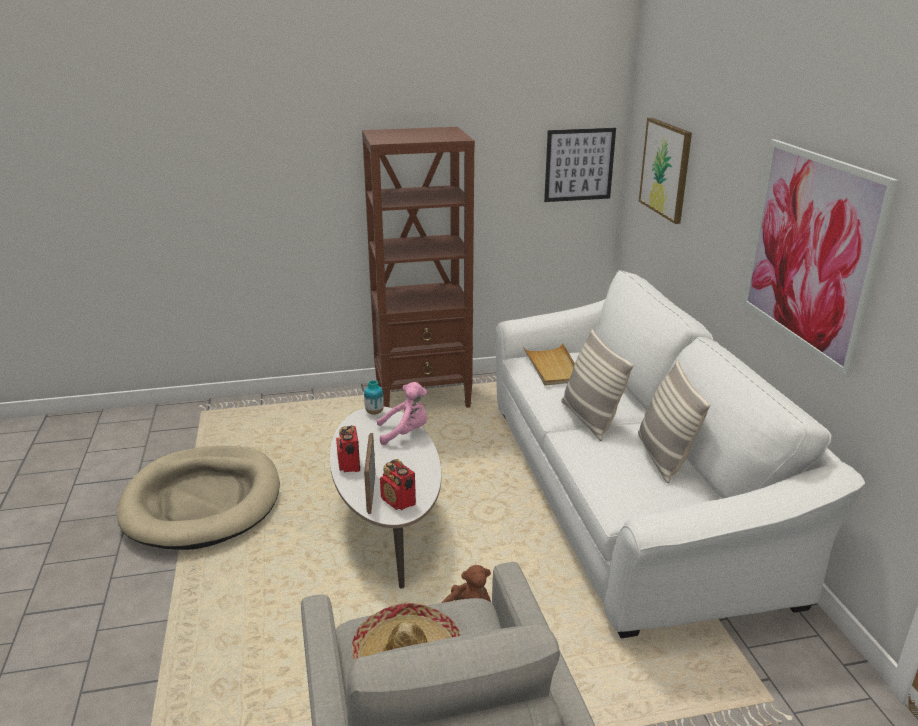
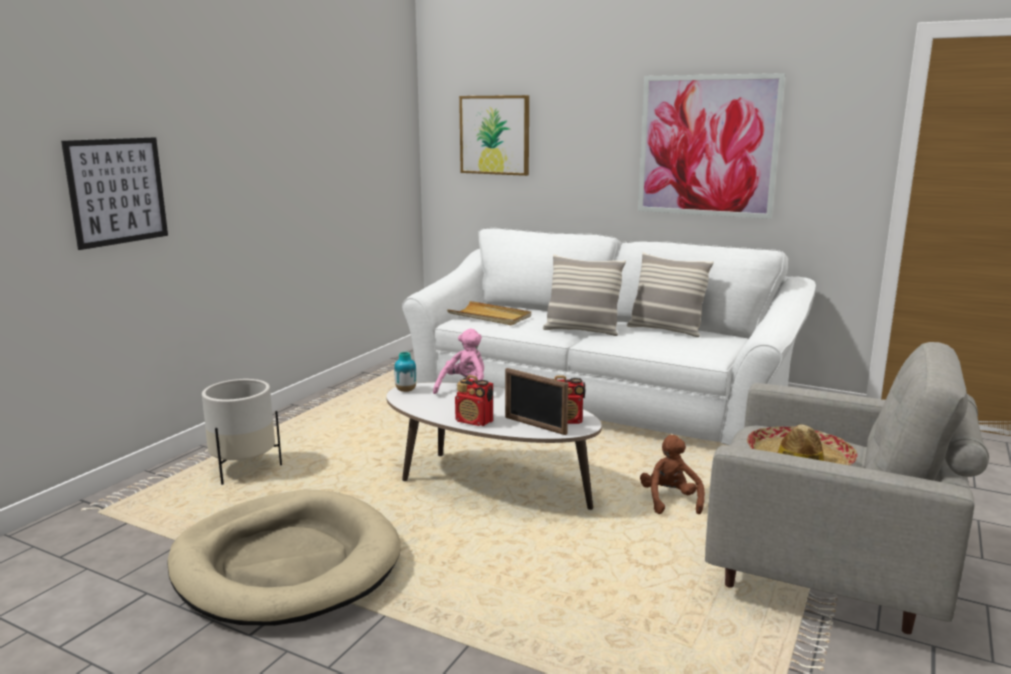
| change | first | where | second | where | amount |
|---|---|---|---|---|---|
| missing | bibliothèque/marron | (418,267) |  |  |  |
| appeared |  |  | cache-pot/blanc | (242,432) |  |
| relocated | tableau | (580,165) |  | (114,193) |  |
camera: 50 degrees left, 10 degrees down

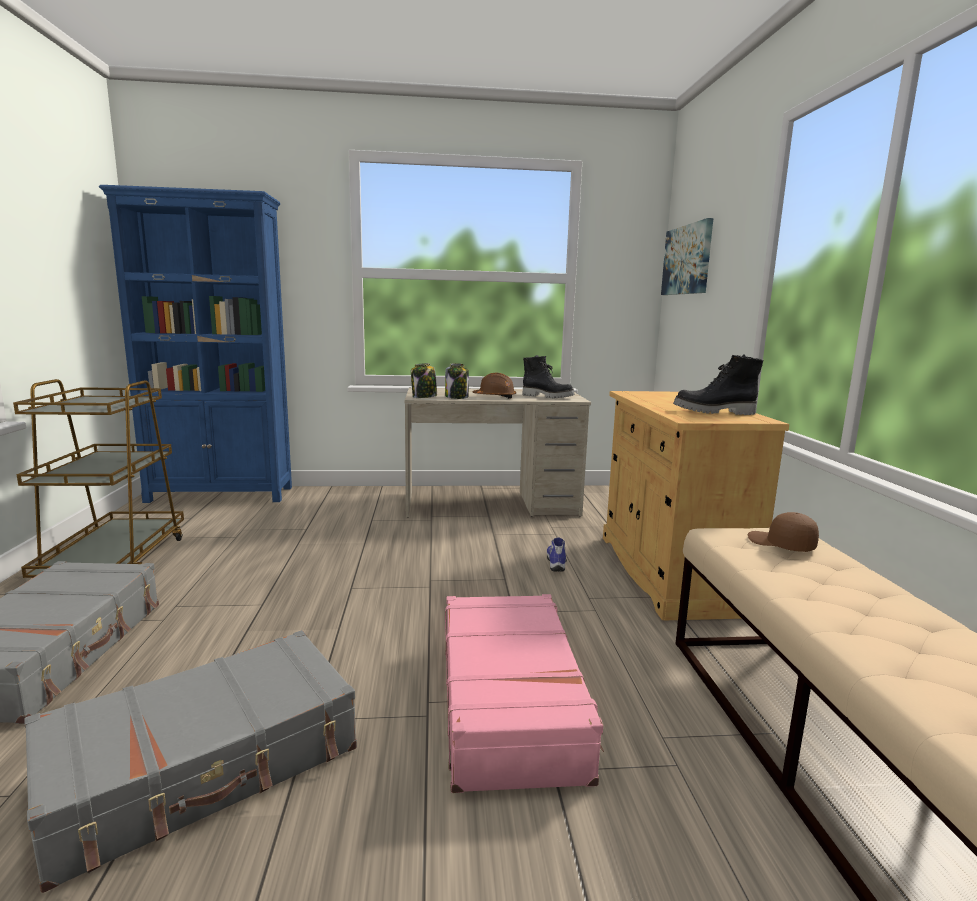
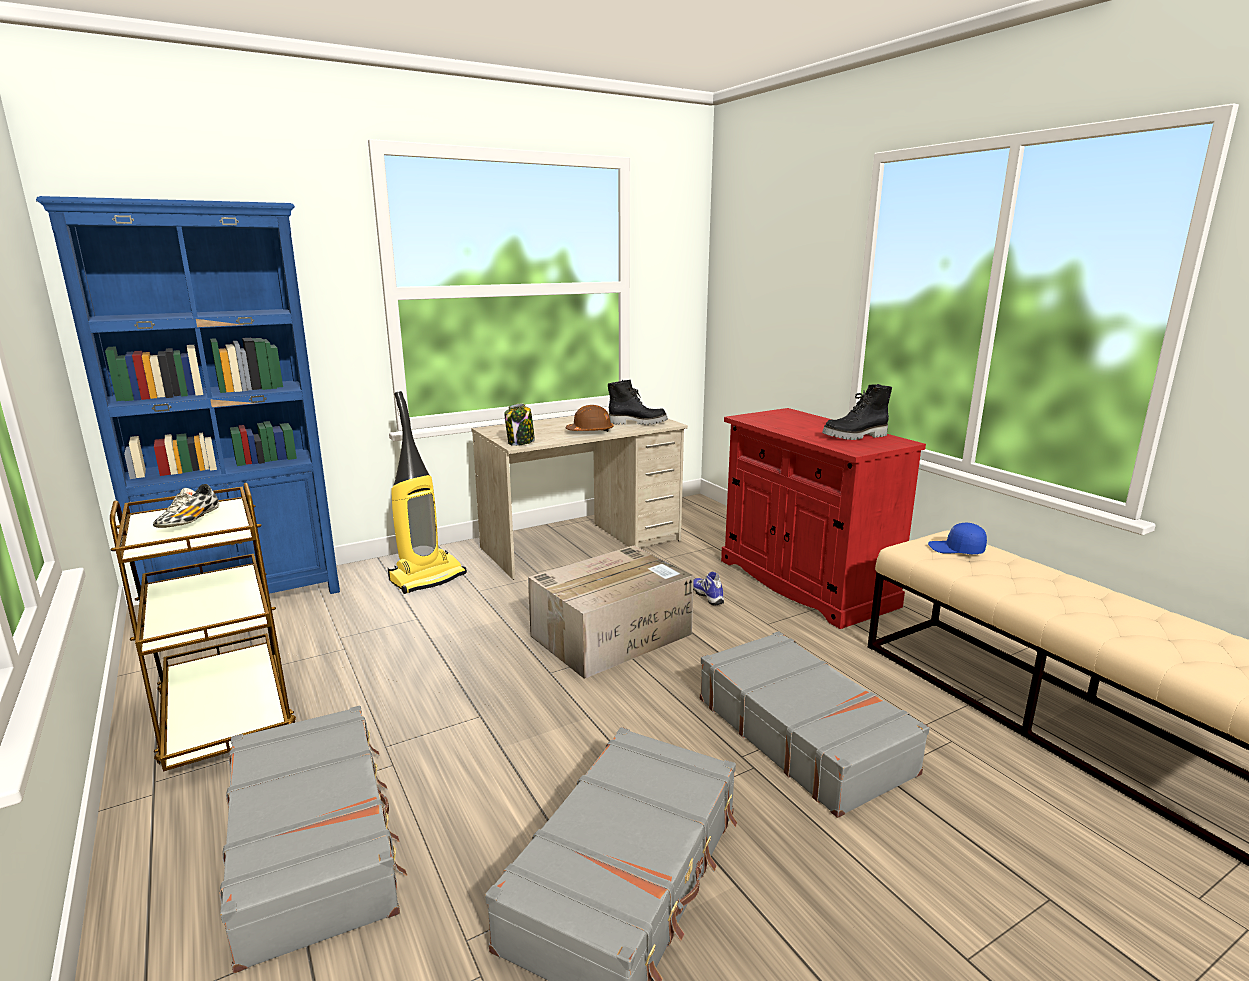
| change | first | where | second | where | amount |
|---|---|---|---|---|---|
| missing | bocal | (457,381) |  |  |  |
| missing | tableau | (687,256) |  |  |  |
| appeared |  |  | chaussure | (186,506) |  |
| appeared |  |  | aspirateur | (427,492) |  |
| appeared |  |  | carton | (611,612) |  |
| colour | valise/rose | (524,693) | valise/gris | (815,724) |  |
| colour | meuble de rangement/beige | (696,505) | meuble de rangement/rouge | (823,518) |  |
| colour | casquette/marron | (783,532) | casquette/bleu | (957,538) |  |
camera: 25 degrees left, 5 degrees up

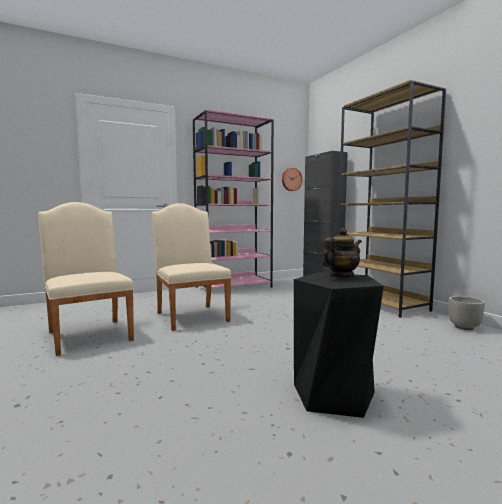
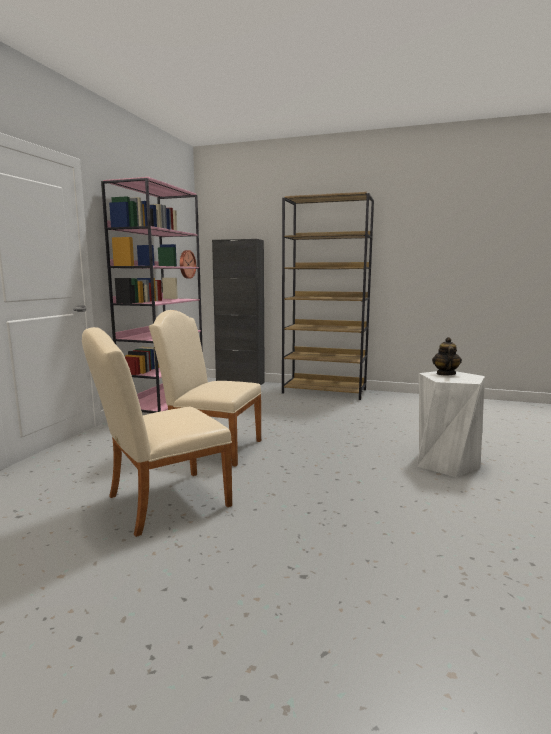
| change | first | where | second | where | amount |
|---|---|---|---|---|---|
| missing | cache-pot/gris | (466,313) |  |  |  |
| colour | tabouret/noir | (339,345) | tabouret/blanc | (451,424) |  |
| spun | chaise/beige | (86,279) |  | (157,432) | 45 degrees counterclockwise |
camera: 45 degrees left, 5 degrees up

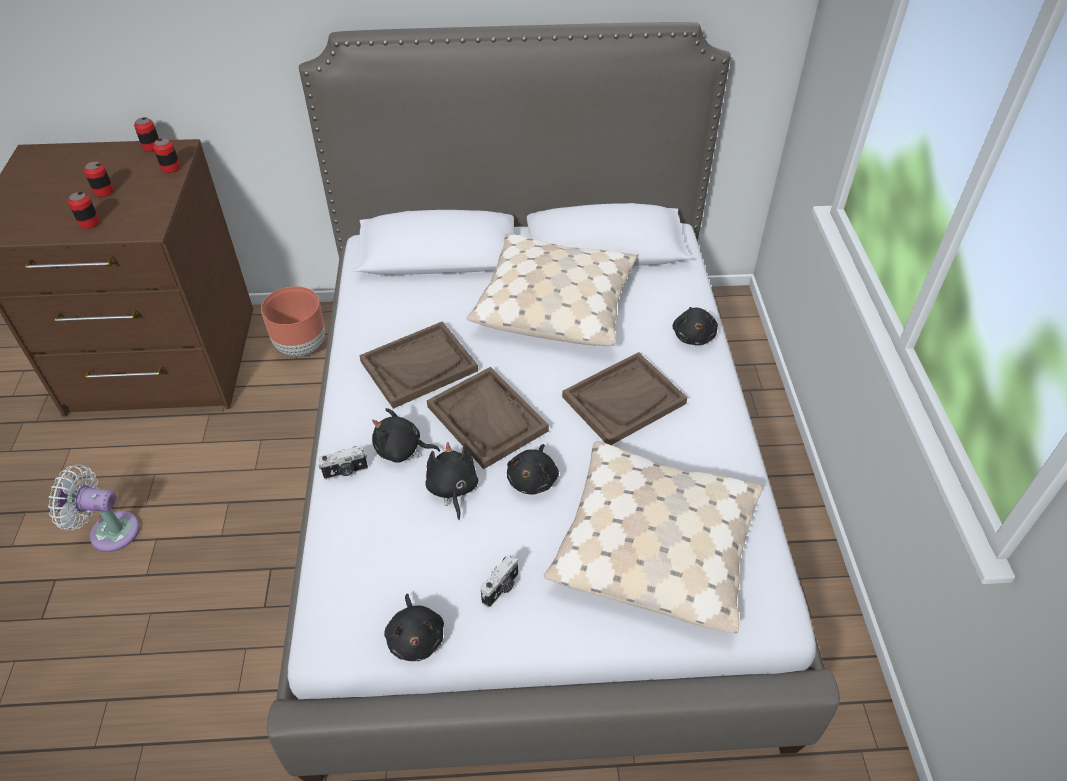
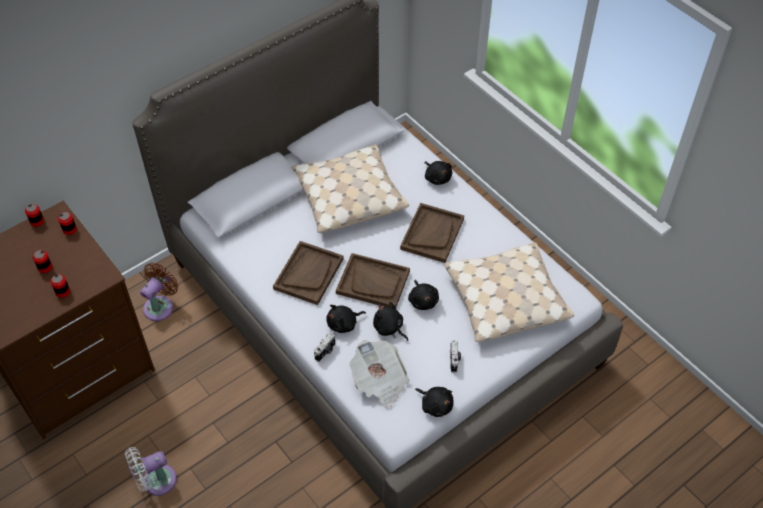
| change | first | where | second | where | amount |
|---|---|---|---|---|---|
| appeared |  |  | journal | (379,373) |  |
| exchanged | cache-pot/marron | (293,321) | ventilateur/marron | (159,292) |  |
camera: 35 degrees left, 5 degrees up

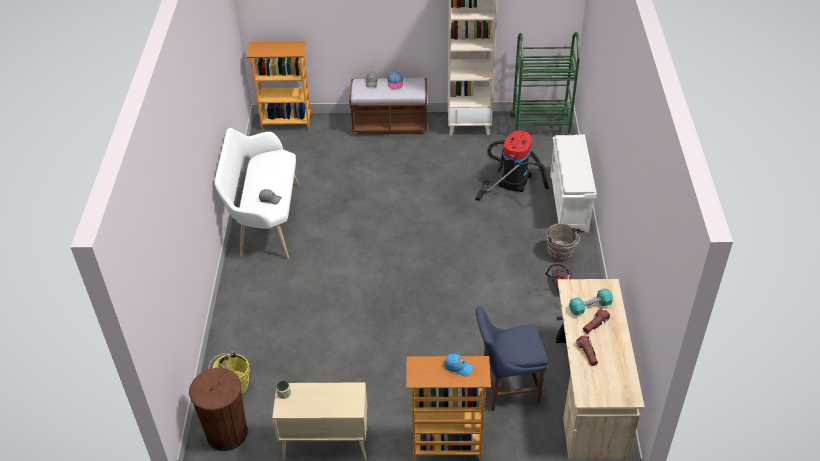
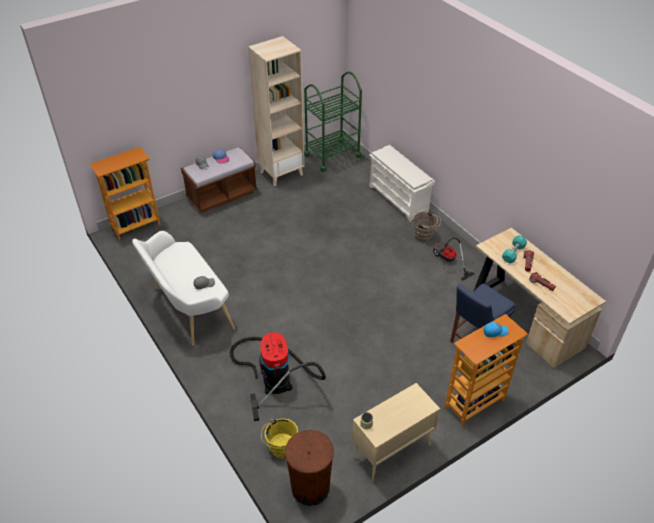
| change | first | where | second | where | amount |
|---|---|---|---|---|---|
| relocated | aspirateur | (512,165) |  | (278,376) |  |
camera: 35 degrees left, 0 degrees up

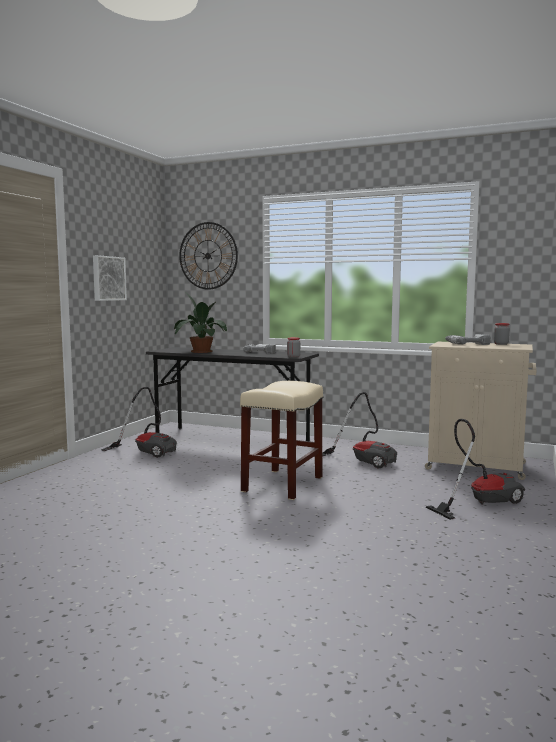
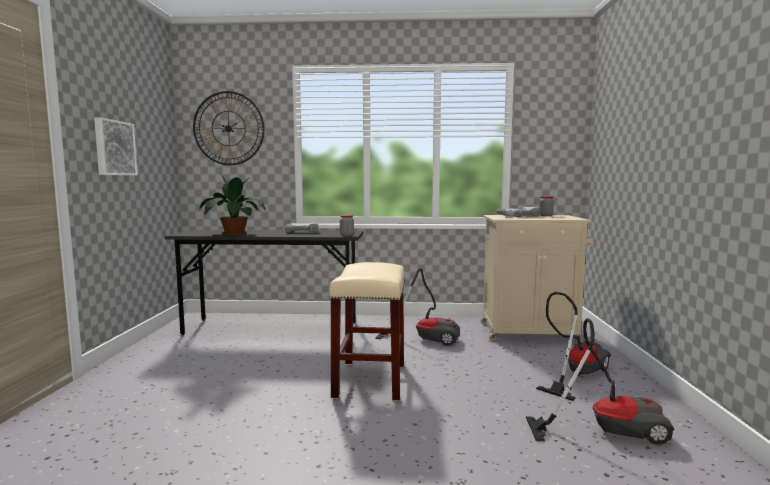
| change | first | where | second | where | amount |
|---|---|---|---|---|---|
| relocated | aspirateur | (139,422) |  | (600,381) |  |
camera: 20 degrees left, 0 degrees up

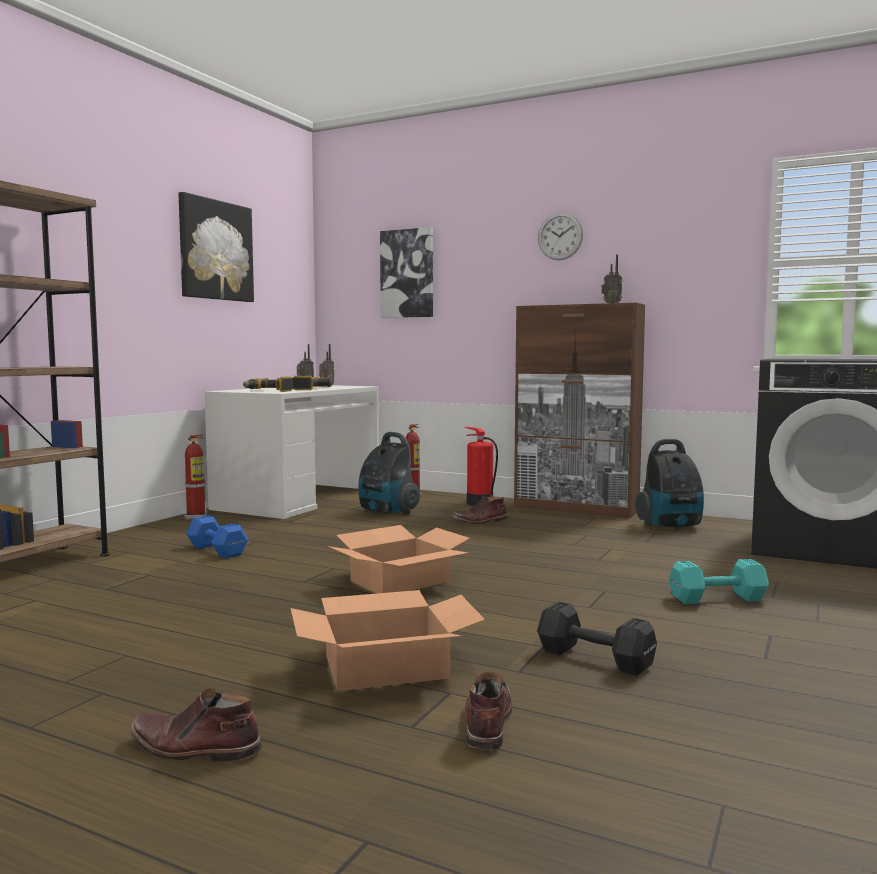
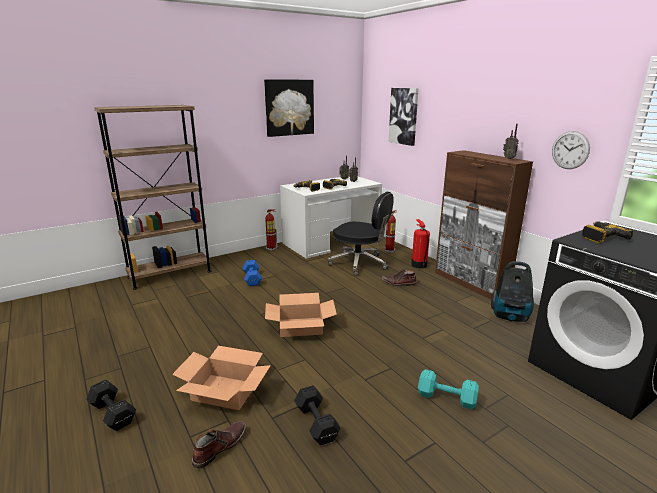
| change | first | where | second | where | amount |
|---|---|---|---|---|---|
| appeared |  |  | perceuse | (607,232) |  |
| relocated | horloge murale | (560,236) |  | (571,150) |  |
| exchanged | botte/marron | (196,725) | haltère/noir | (111,405) |  |
| exchanged | aspirateur | (389,473) | chaise de bureau/noir | (361,234) |  |
camera: 30 degrees right, 15 degrees up

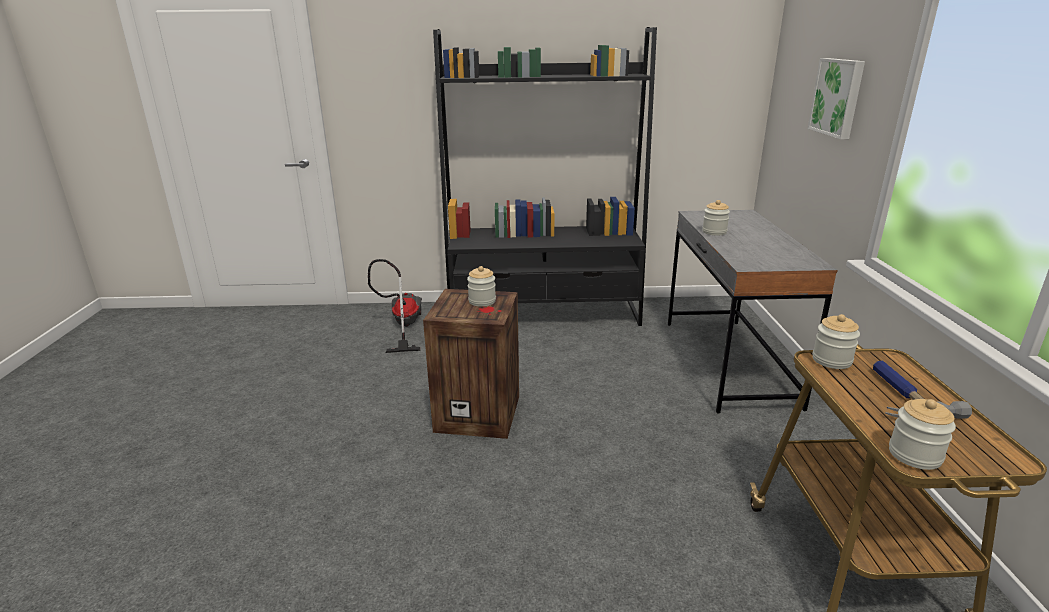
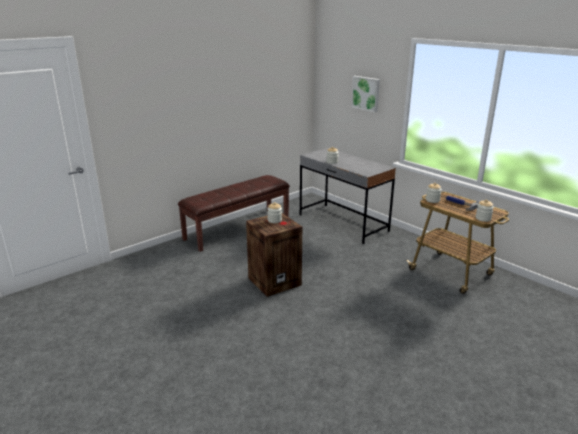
| change | first | where | second | where | amount |
|---|---|---|---|---|---|
| missing | aspirateur | (395,306) |  |  |  |
| exchanged | bibliothèque/noir | (545,176) | banc/marron | (234,213) |  |
camera: 40 degrees left, 0 degrees up

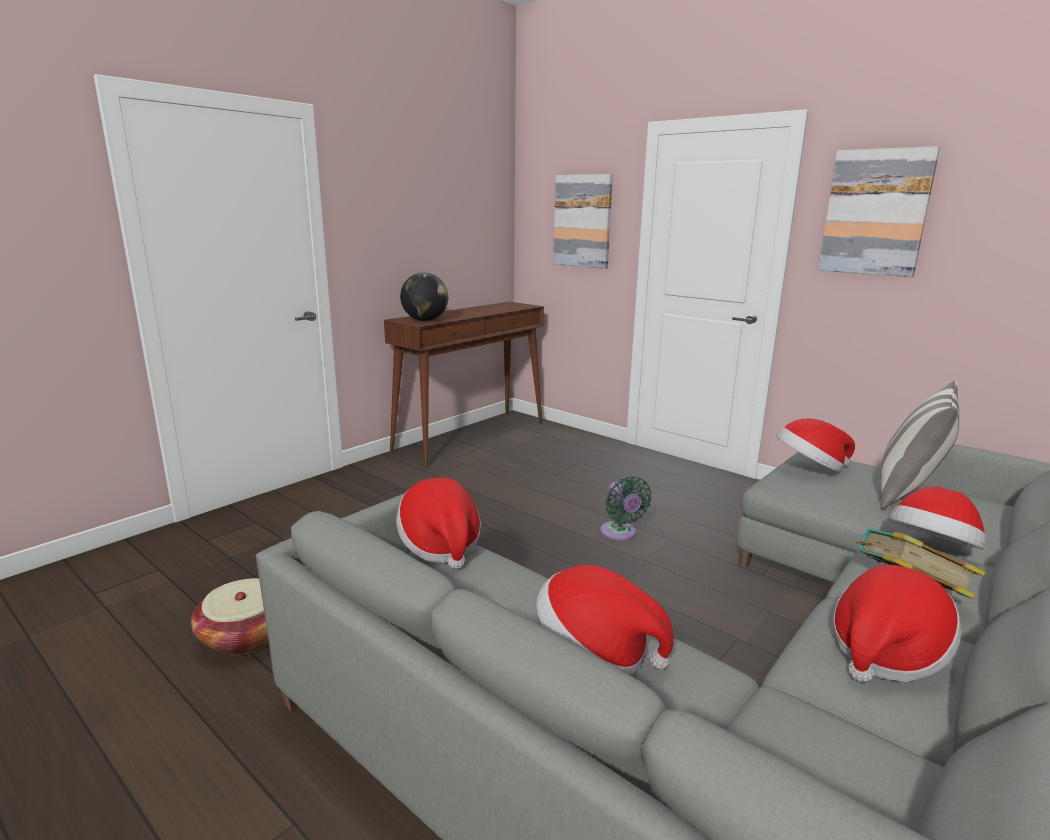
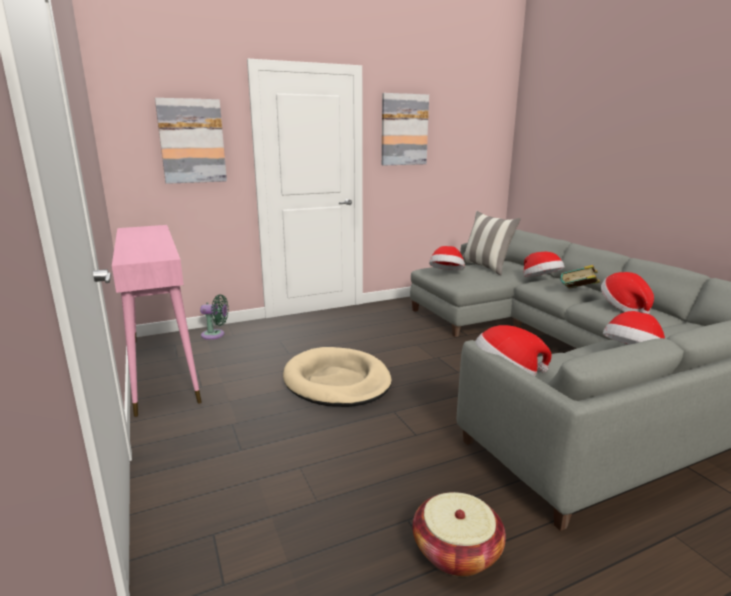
| change | first | where | second | where | amount |
|---|---|---|---|---|---|
| missing | globe | (424,297) |  |  |  |
| appeared |  |  | panier pour chien/beige | (337,377) |  |
| relocated | ventilateur/vert | (626,508) |  | (214,317) |  |
| colour | table console/marron | (464,384) | table console/rose | (157,321) |  |
camera: 65 degrees left, 0 degrees up

